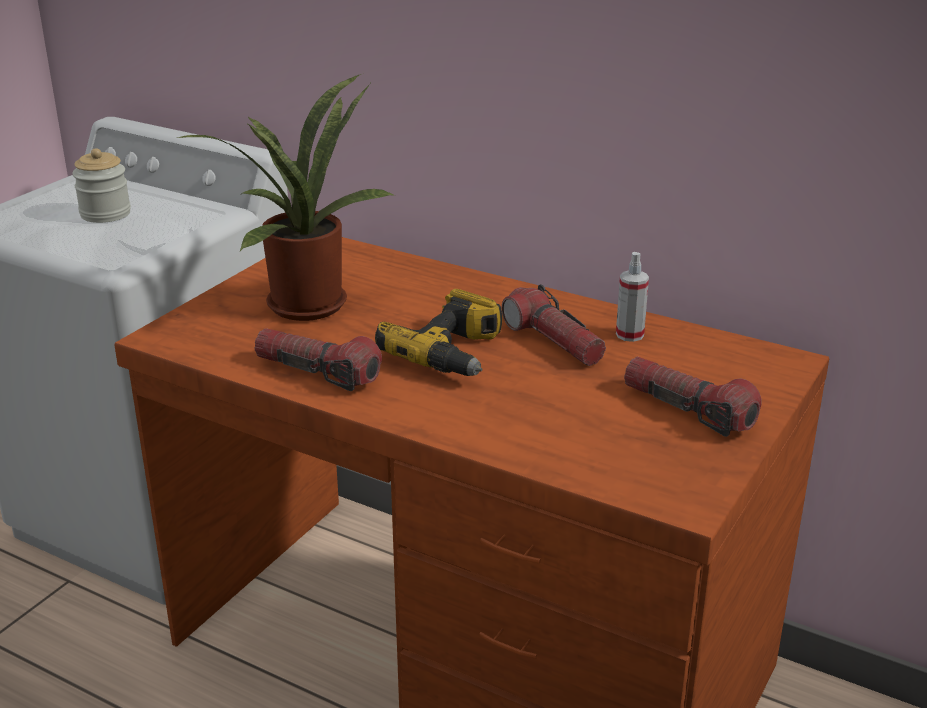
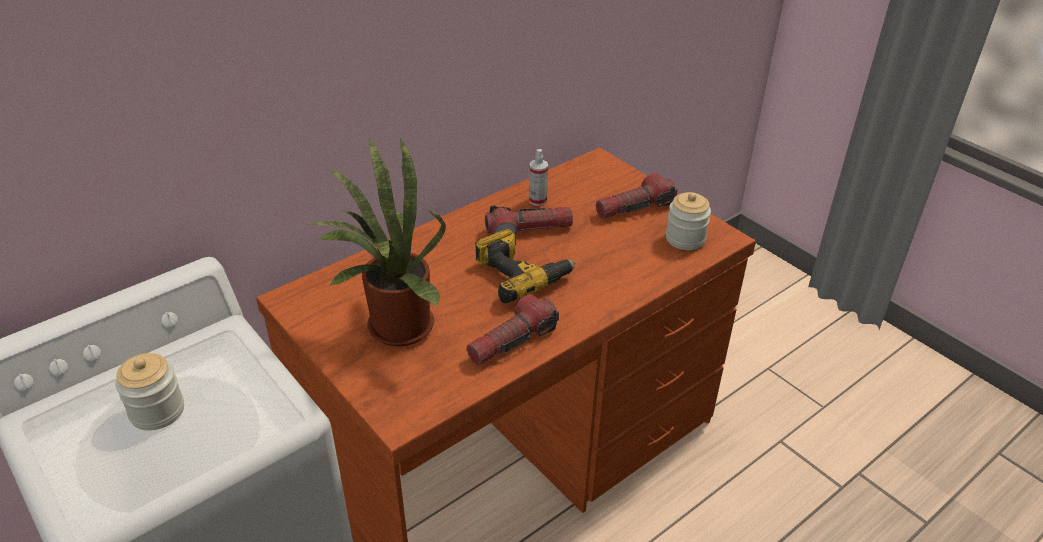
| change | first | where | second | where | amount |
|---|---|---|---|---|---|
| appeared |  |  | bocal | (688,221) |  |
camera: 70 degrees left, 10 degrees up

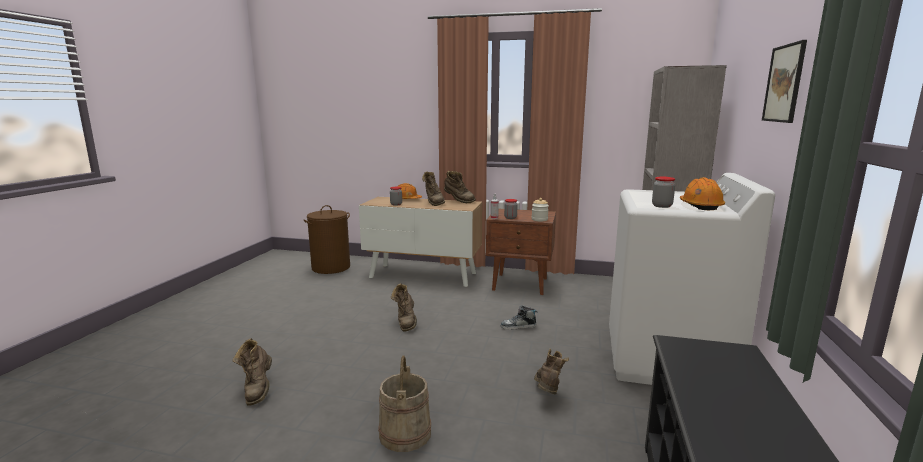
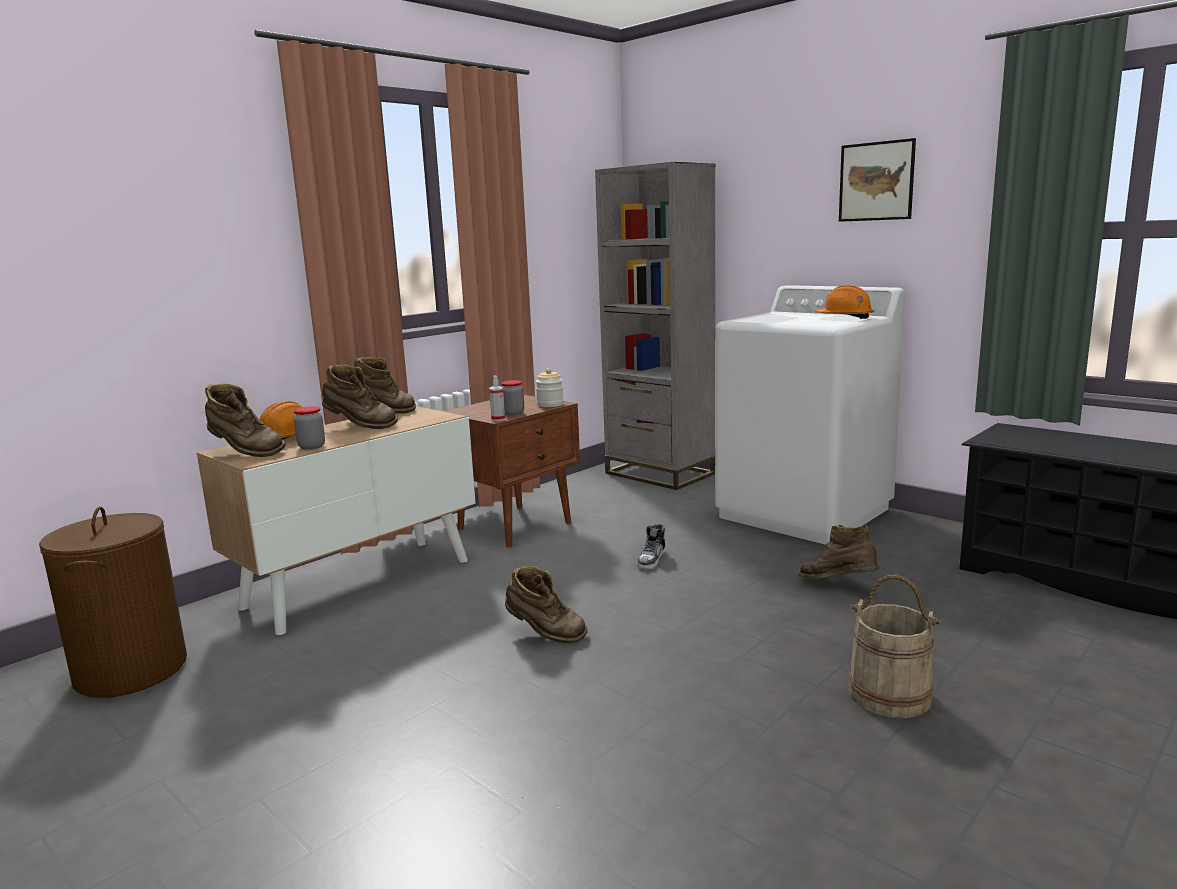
| change | first | where | second | where | amount |
|---|---|---|---|---|---|
| missing | bocal | (663,192) |  |  |  |
| relocated | botte/marron | (252,372) |  | (245,420) |  |
camera: 60 degrees left, 0 degrees up

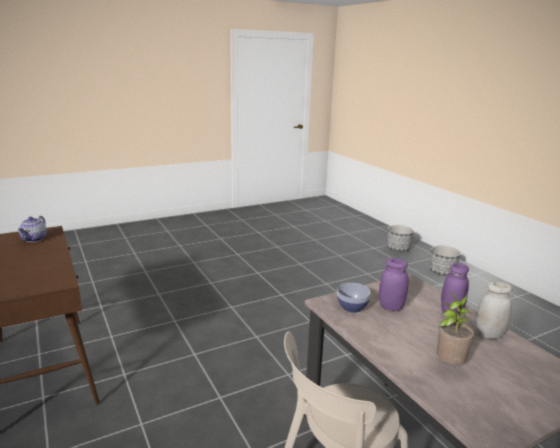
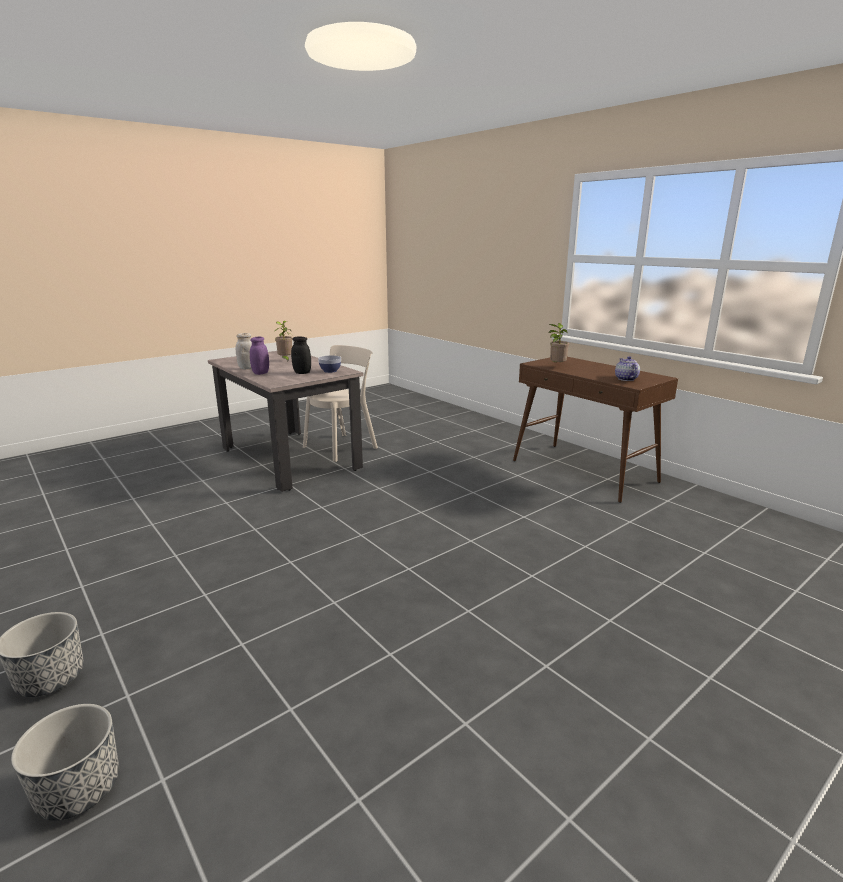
| change | first | where | second | where | amount |
|---|---|---|---|---|---|
| appeared |  |  | plante en pot | (558,343) |  |
| colour | bocal/violet | (394,284) | bocal/noir | (301,355) |  |
camera: 170 degrees right, 0 degrees up

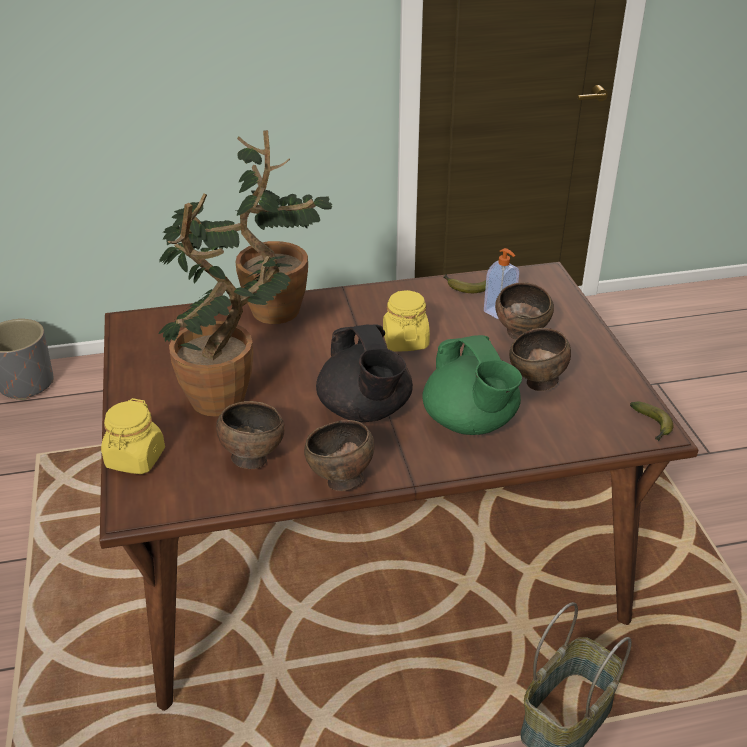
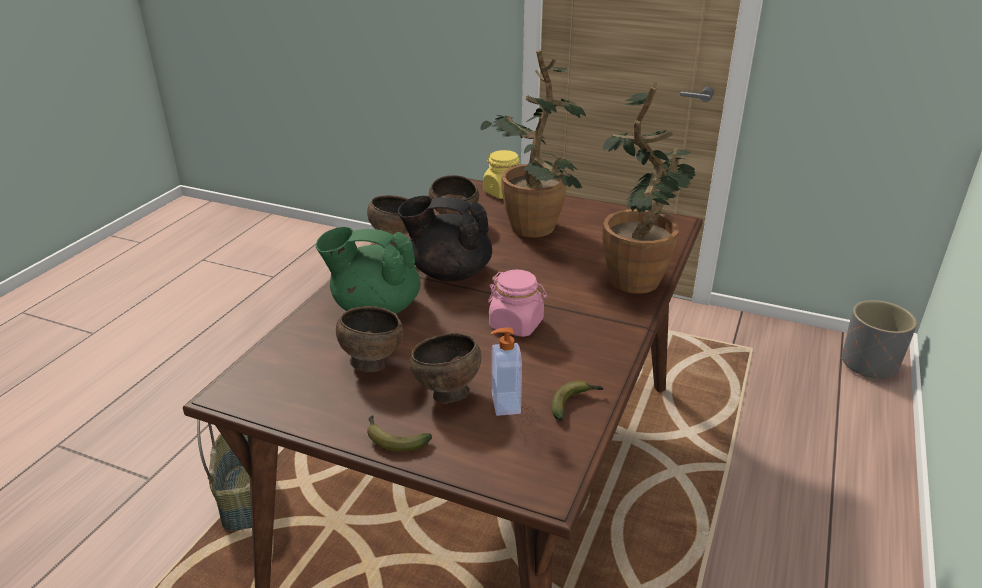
| change | first | where | second | where | amount |
|---|---|---|---|---|---|
| relocated | banane | (651,421) |  | (399,433) |  |
| colour | bocal/jaune | (406,321) | bocal/rose | (517,303) |  |
camera: 125 degrees right, 5 degrees down

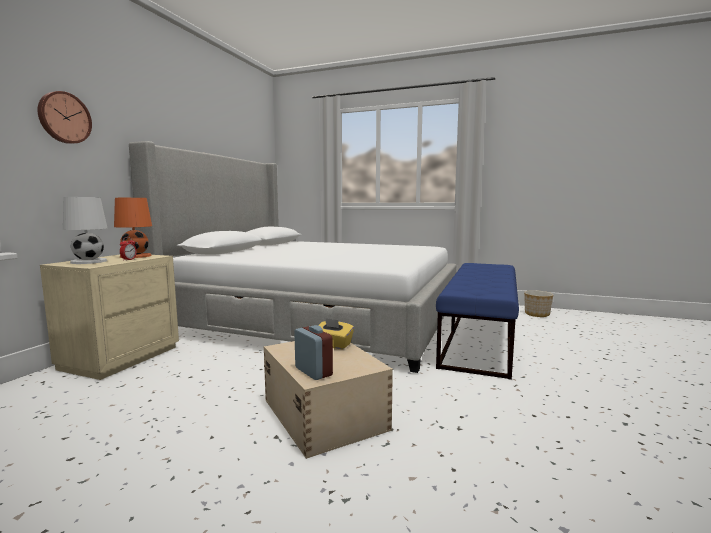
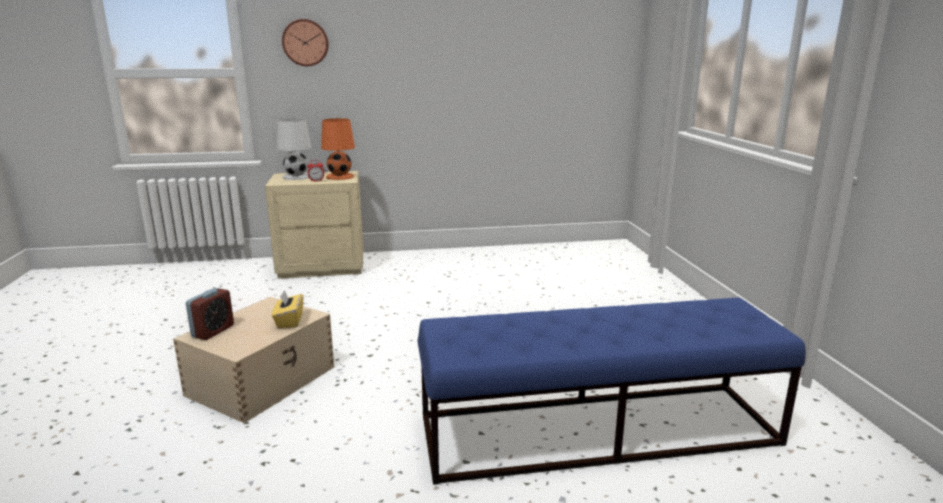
| change | first | where | second | where | amount |
|---|---|---|---|---|---|
| missing | lit | (292,257) |  |  |  |
| missing | cache-pot | (539,303) |  |  |  |
camera: 60 degrees right, 10 degrees up

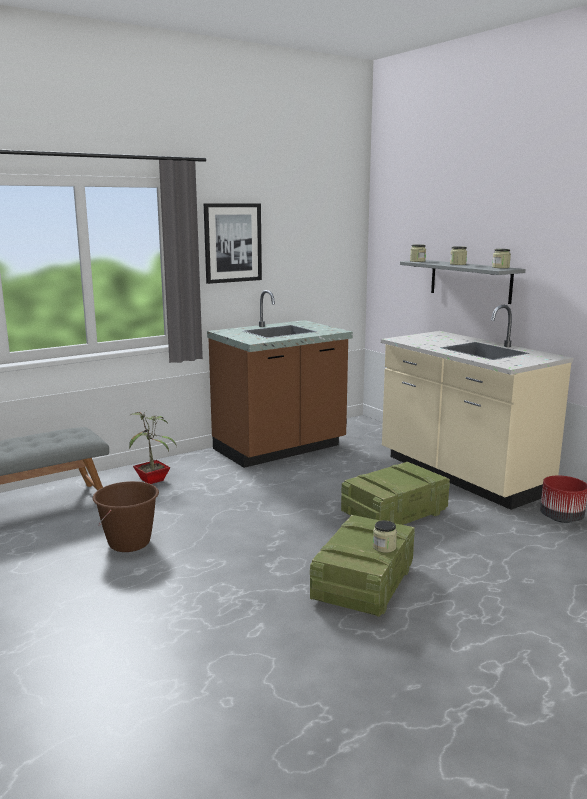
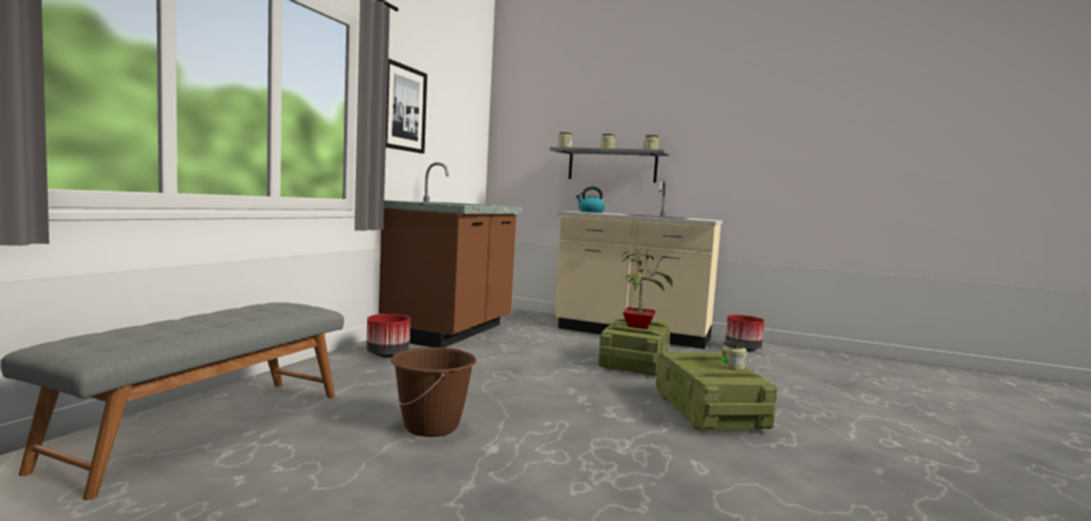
| change | first | where | second | where | amount |
|---|---|---|---|---|---|
| appeared |  |  | cache-pot/rouge | (388,336) |  |
| appeared |  |  | bouilloire | (590,200) |  |
| relocated | plante en pot | (152,447) |  | (646,288) |  |
camera: 35 degrees left, 10 degrees down

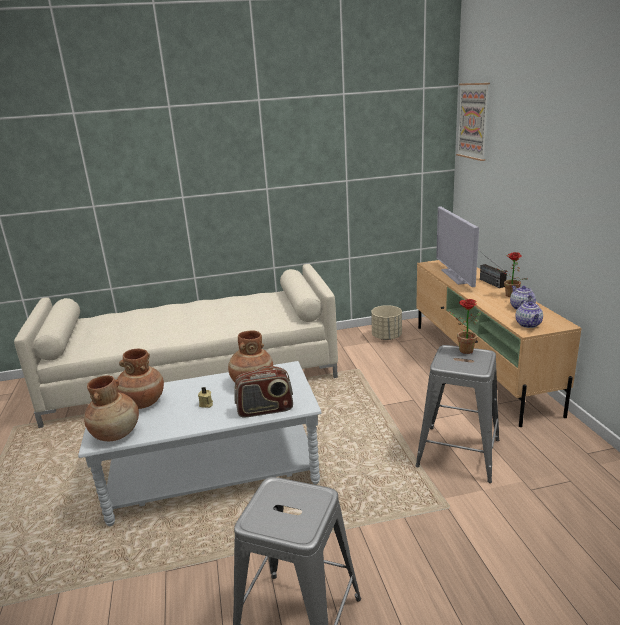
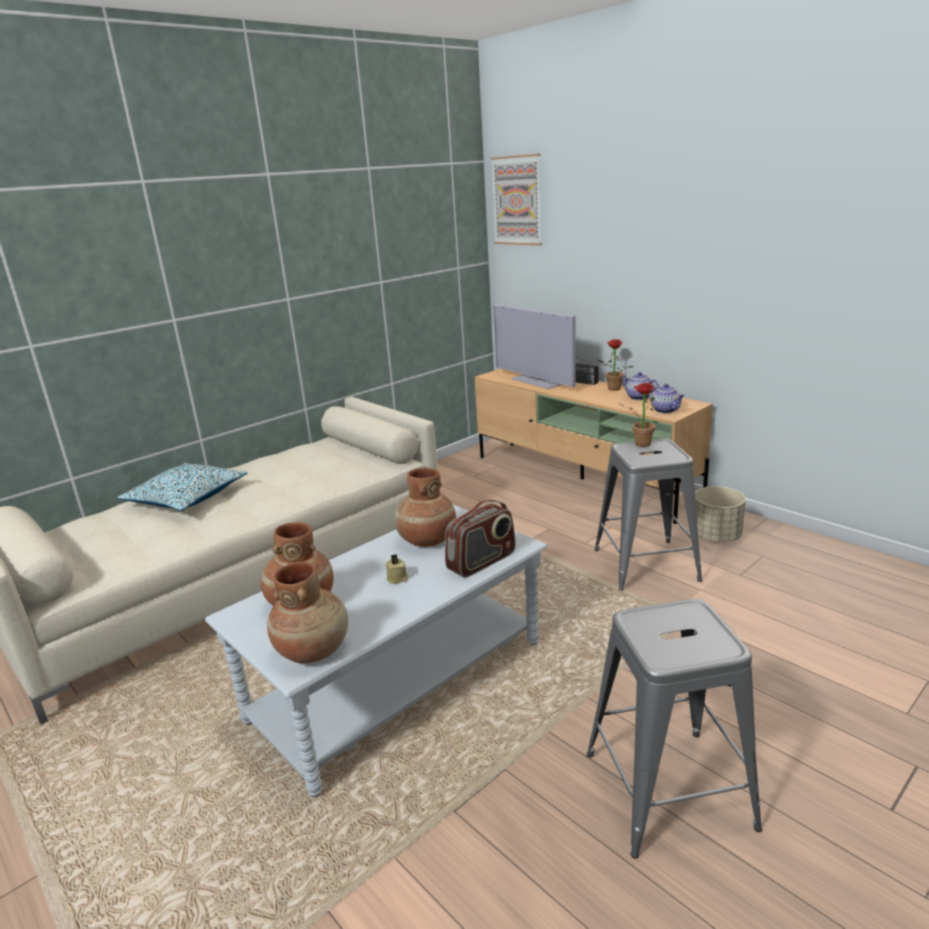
| change | first | where | second | where | amount |
|---|---|---|---|---|---|
| appeared |  |  | coussin | (182,487) |  |
| relocated | cache-pot/beige | (386,322) |  | (720,514) |  |
camera: 30 degrees left, 0 degrees up

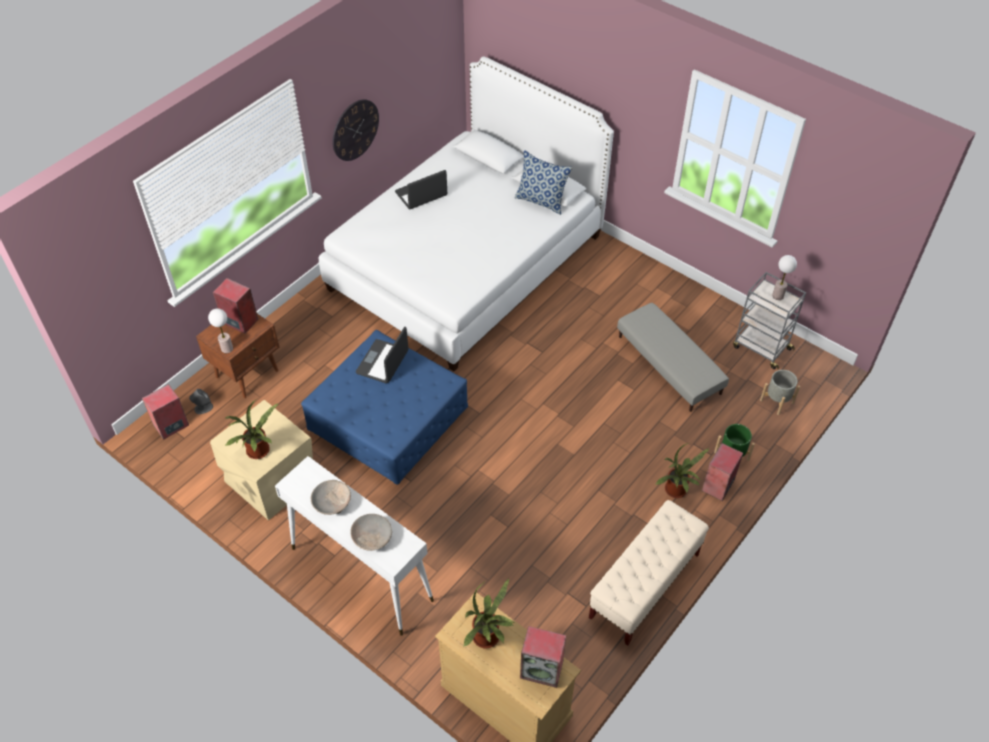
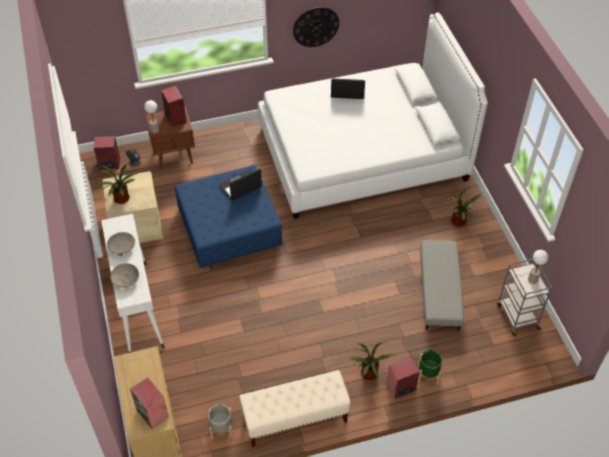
| change | first | where | second | where | amount |
|---|---|---|---|---|---|
| missing | coussin | (543,182) |  |  |  |
| relocated | plante en pot | (488,613) |  | (463,207) |  |
| relocated | cache-pot/gris | (780,392) |  | (220,422) |  |
camera: 35 degrees right, 0 degrees up

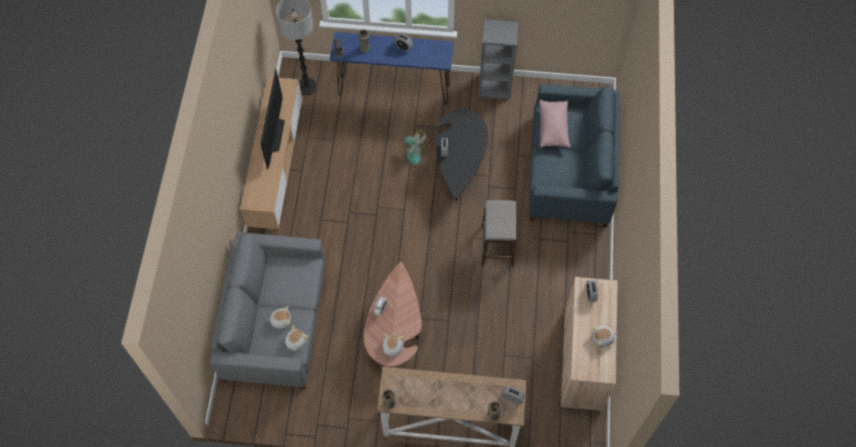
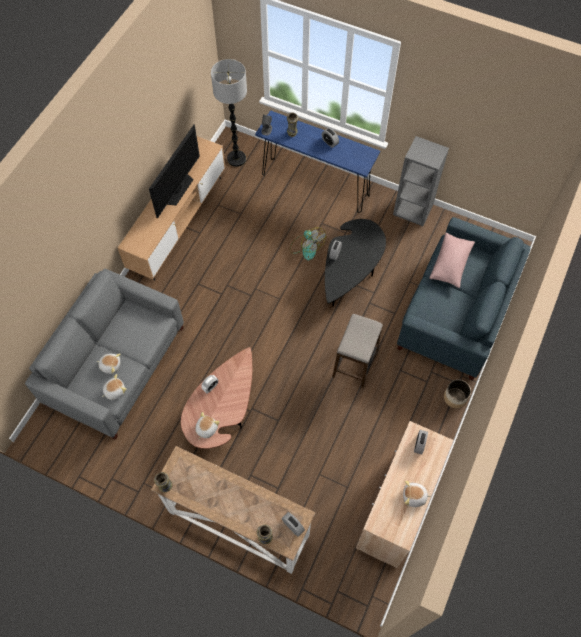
| change | first | where | second | where | amount |
|---|---|---|---|---|---|
| appeared |  |  | cache-pot | (457,394) |  |
camera: 20 degrees right, 0 degrees up

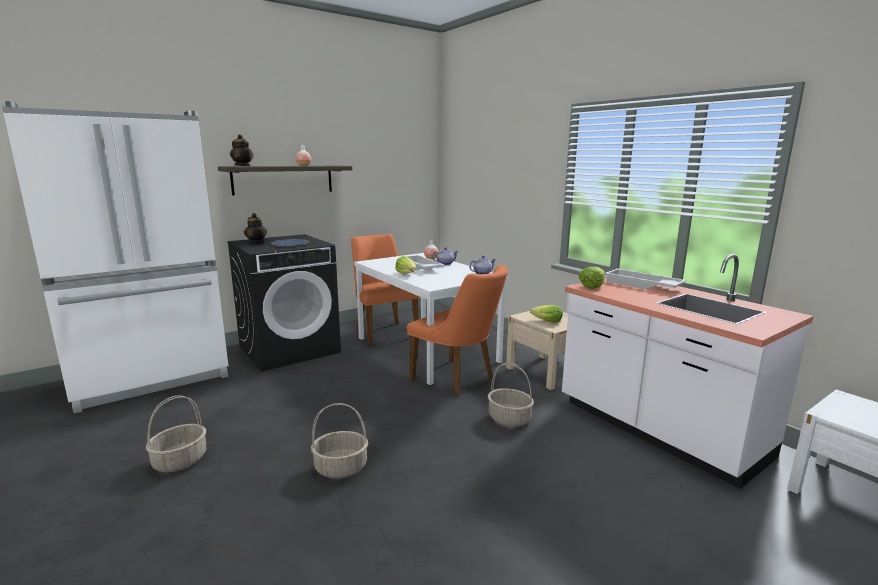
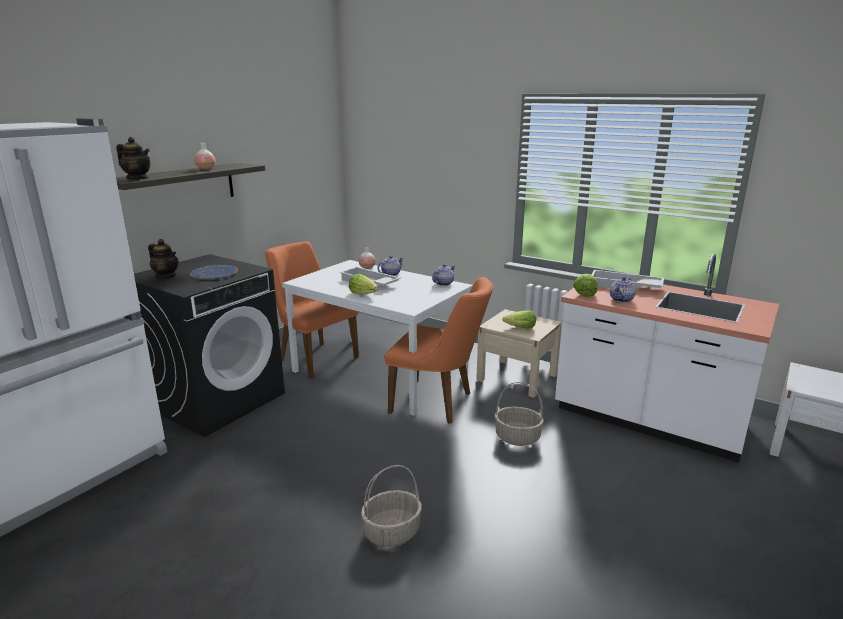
| change | first | where | second | where | amount |
|---|---|---|---|---|---|
| missing | panier | (176,433) |  |  |  |
| appeared |  |  | théière | (623,290) |  |
camera: 20 degrees left, 5 degrees up

